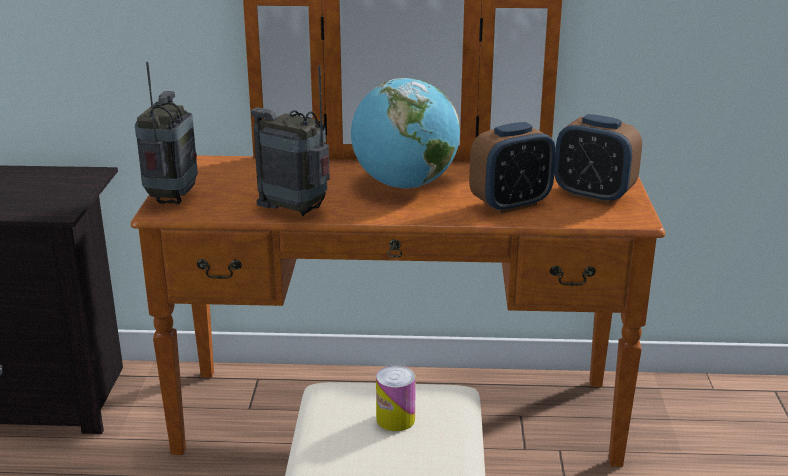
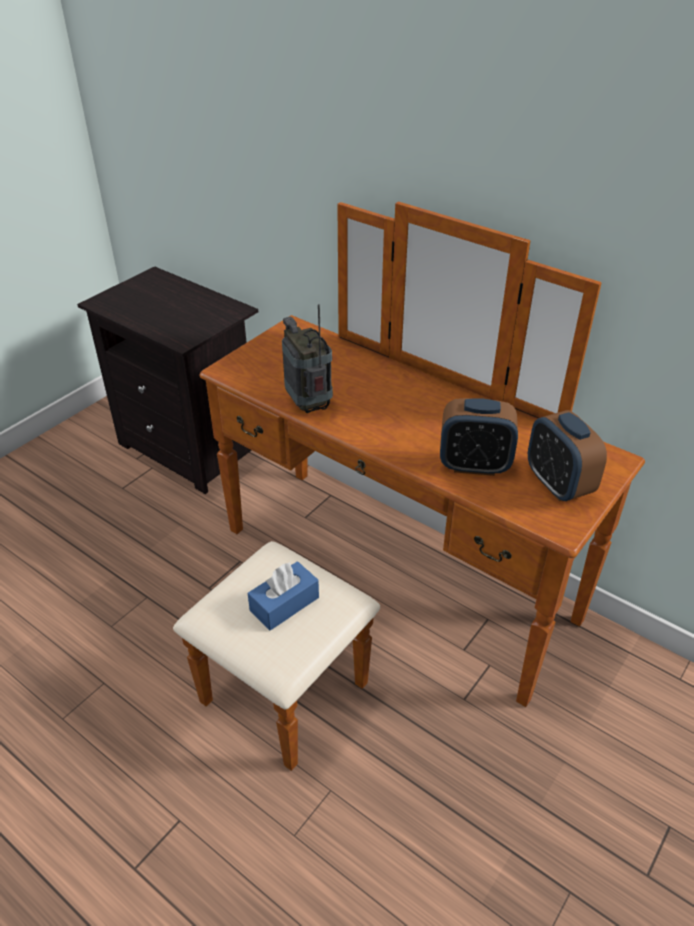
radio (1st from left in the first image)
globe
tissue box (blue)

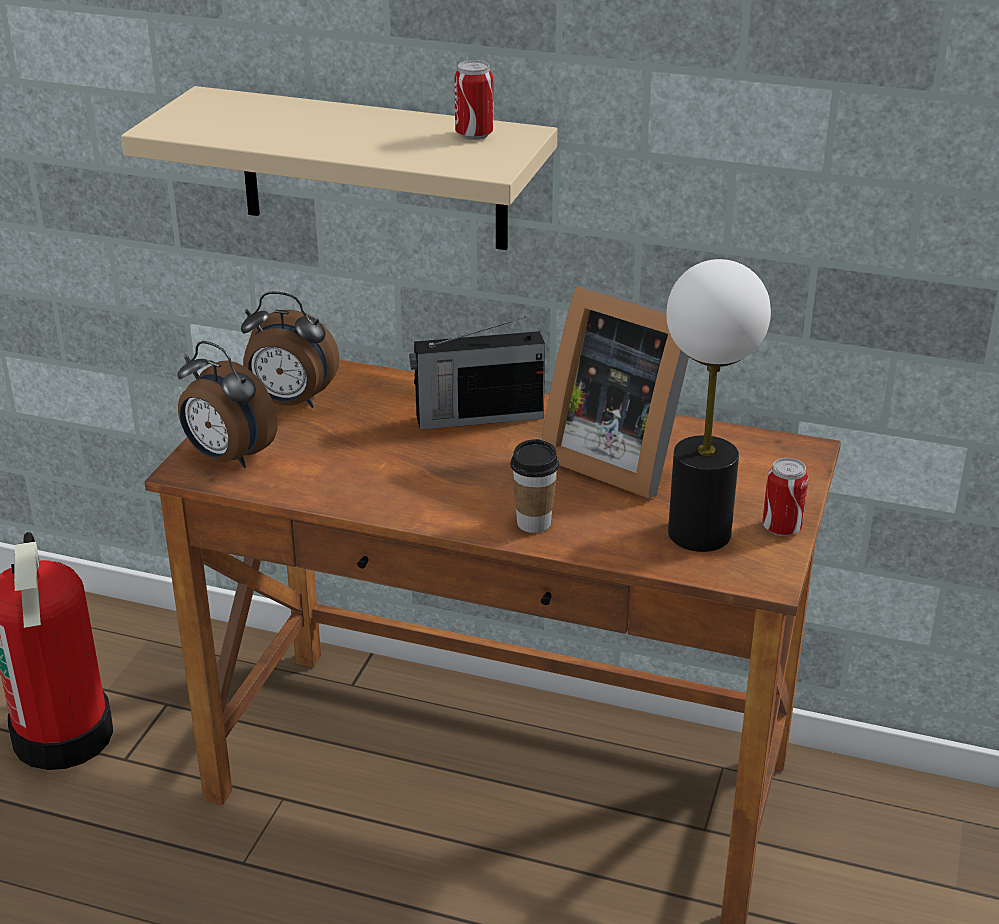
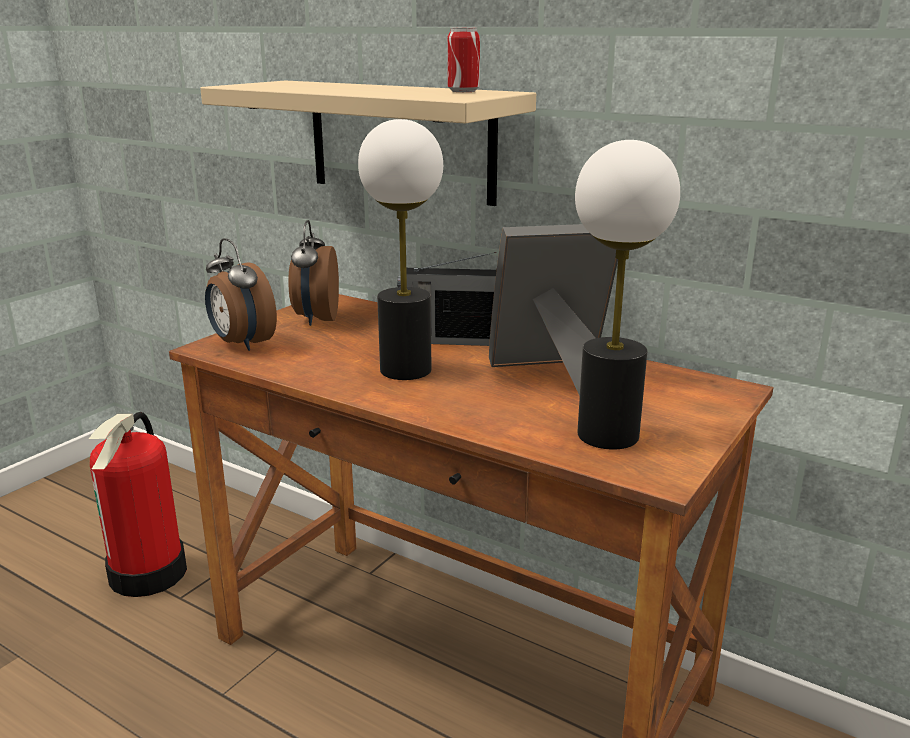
picture frame
alarm clock (2nd from left)
cup
can (2nd from left in the first image)
table lamp (1st from left)

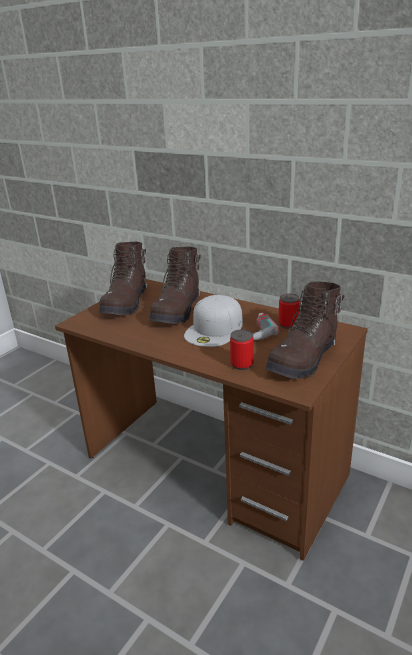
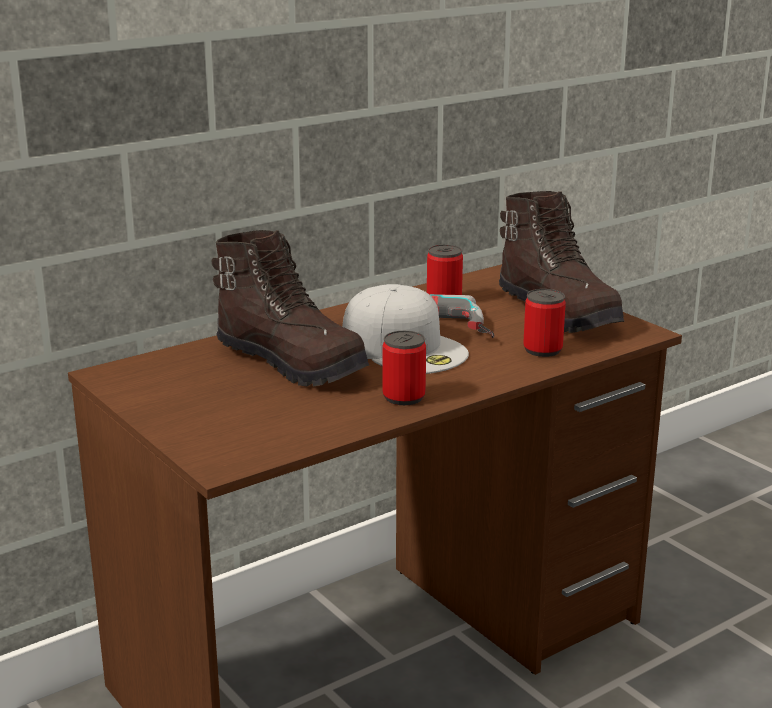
boot (brown) (1st from left in the first image)
can (1st from left)

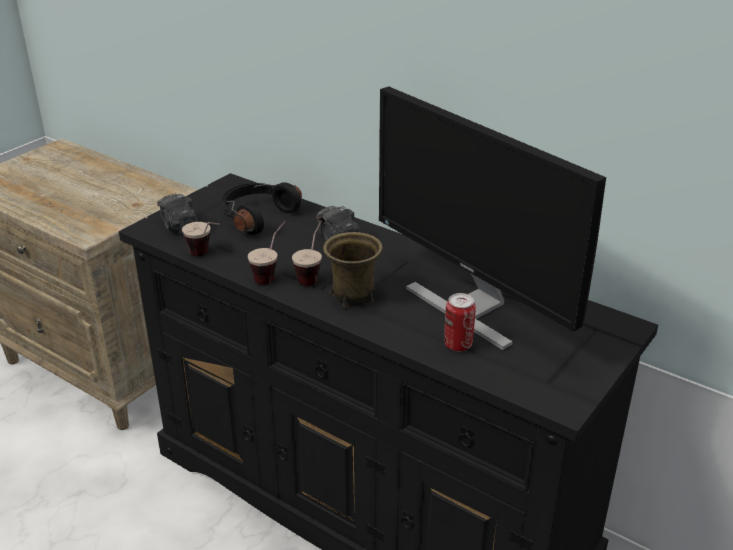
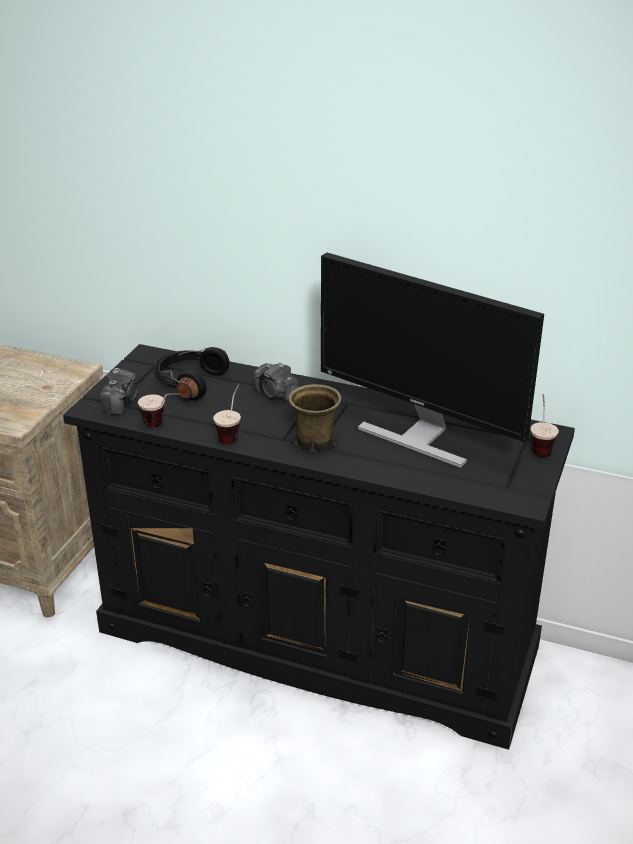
photo camera (1st from left)
cup (3rd from left)
can

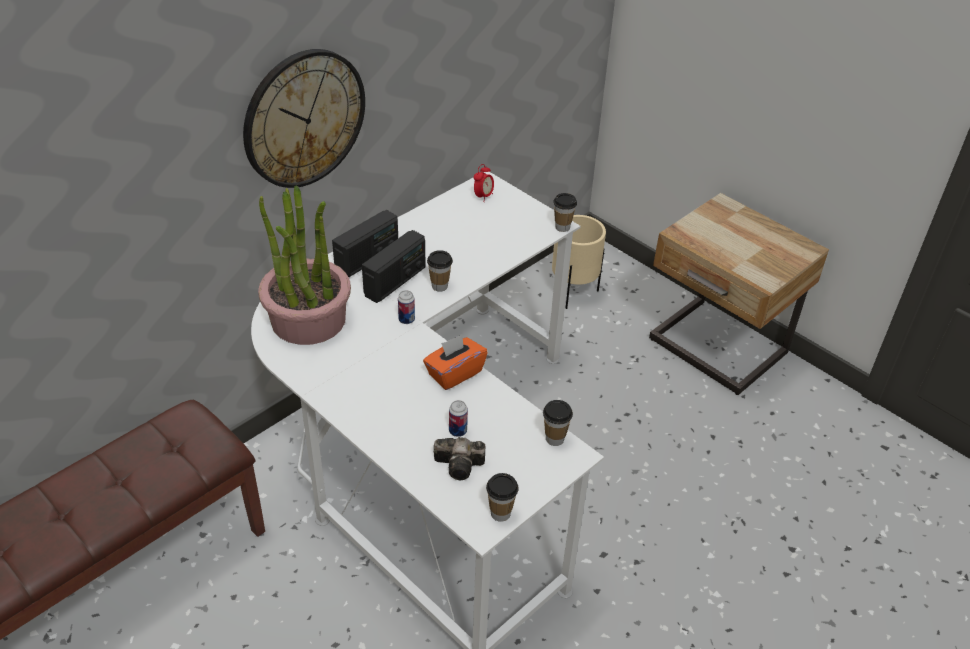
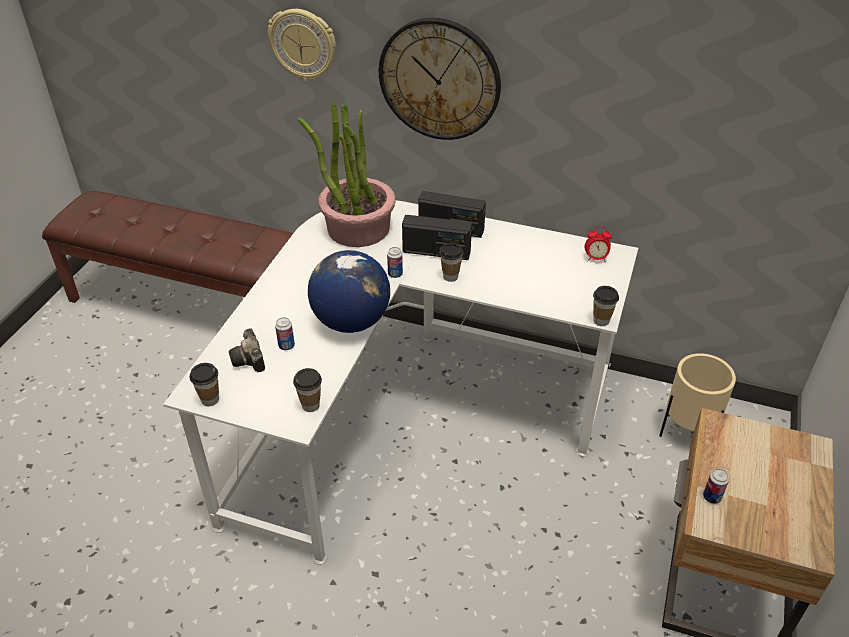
globe
wall clock (1st from left)
can (3rd from left)

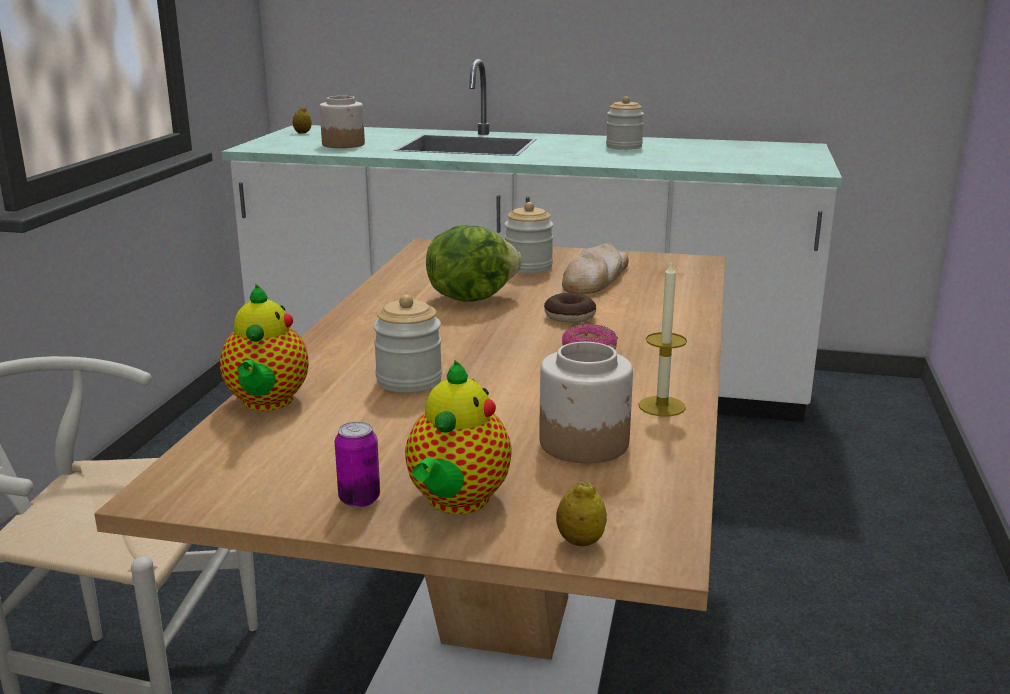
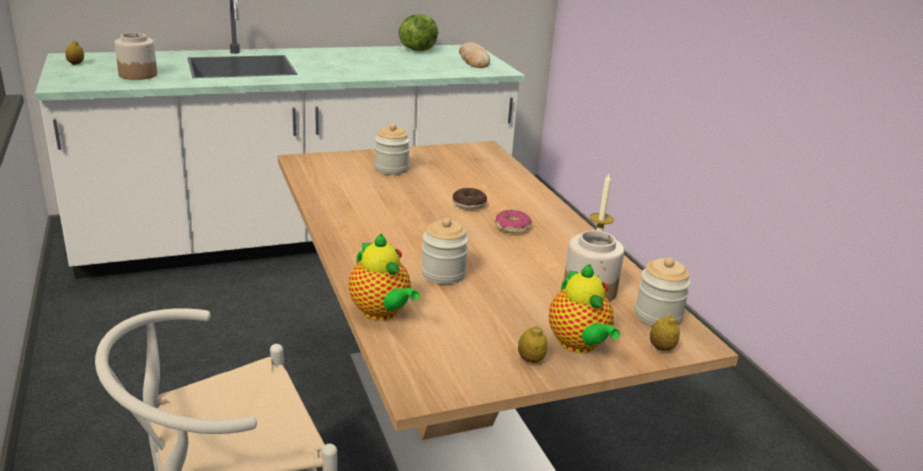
jar (5th from left)
lettuce
bread
lemon (2nd from left)

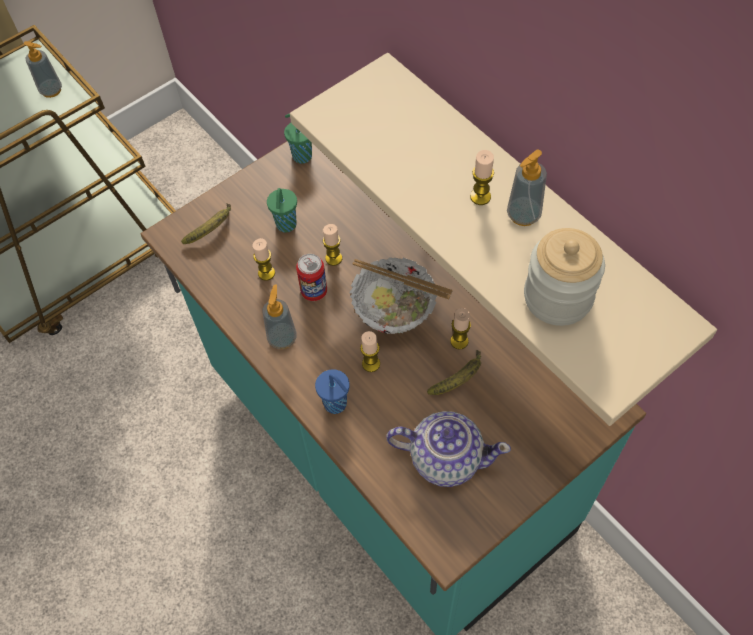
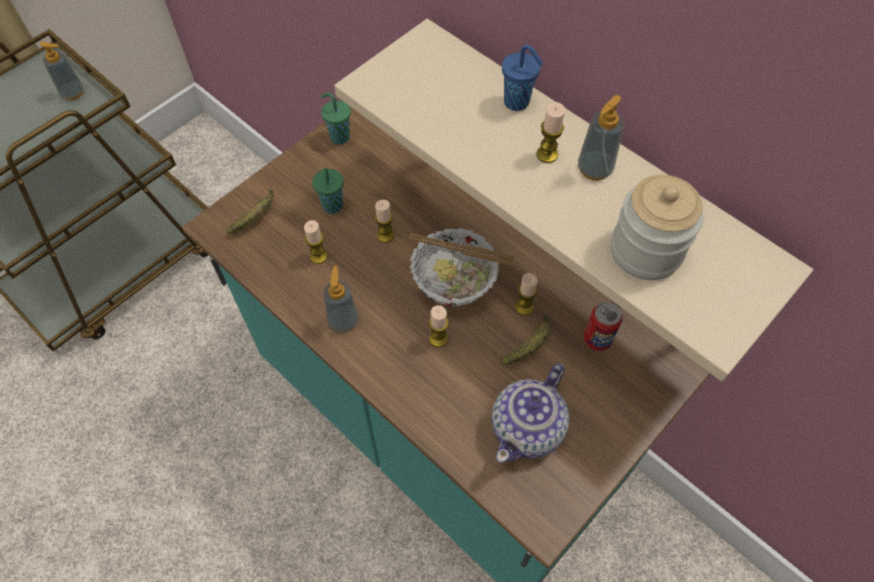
can
cup (blue)
teapot

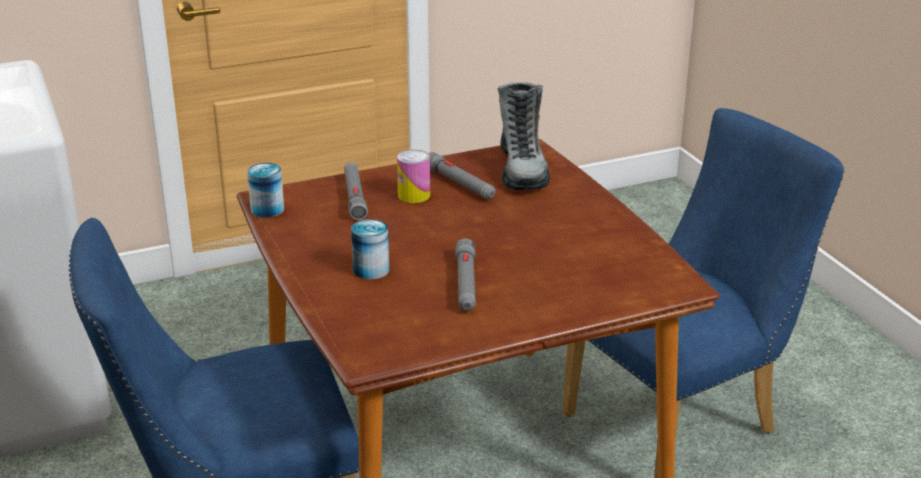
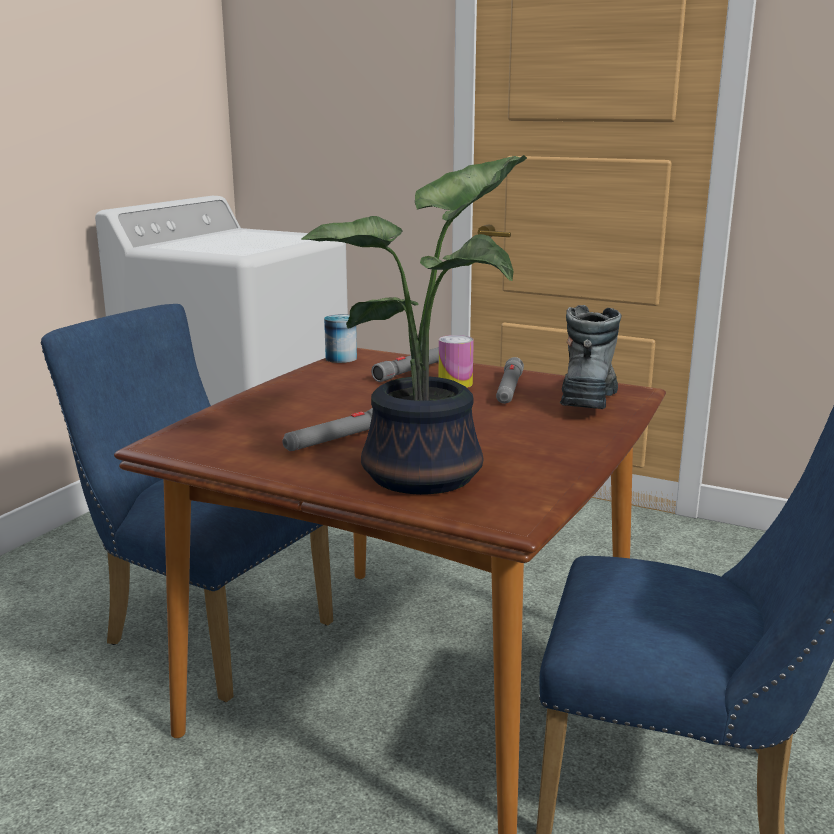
boot
can (2nd from left in the first image)
potted plant

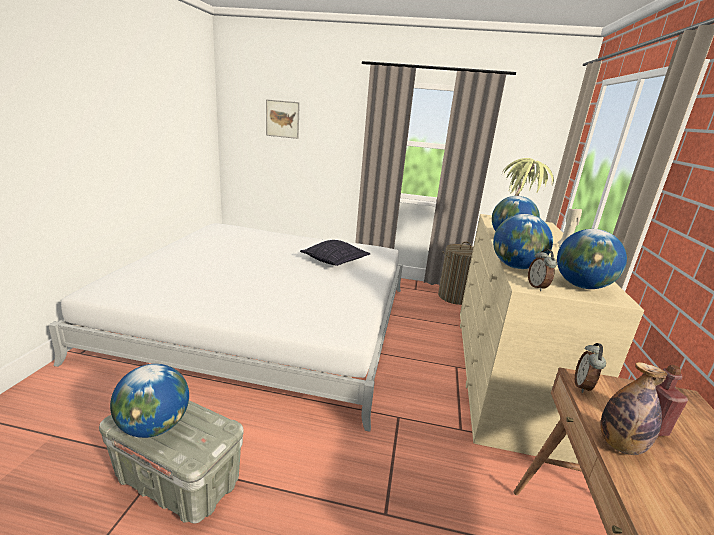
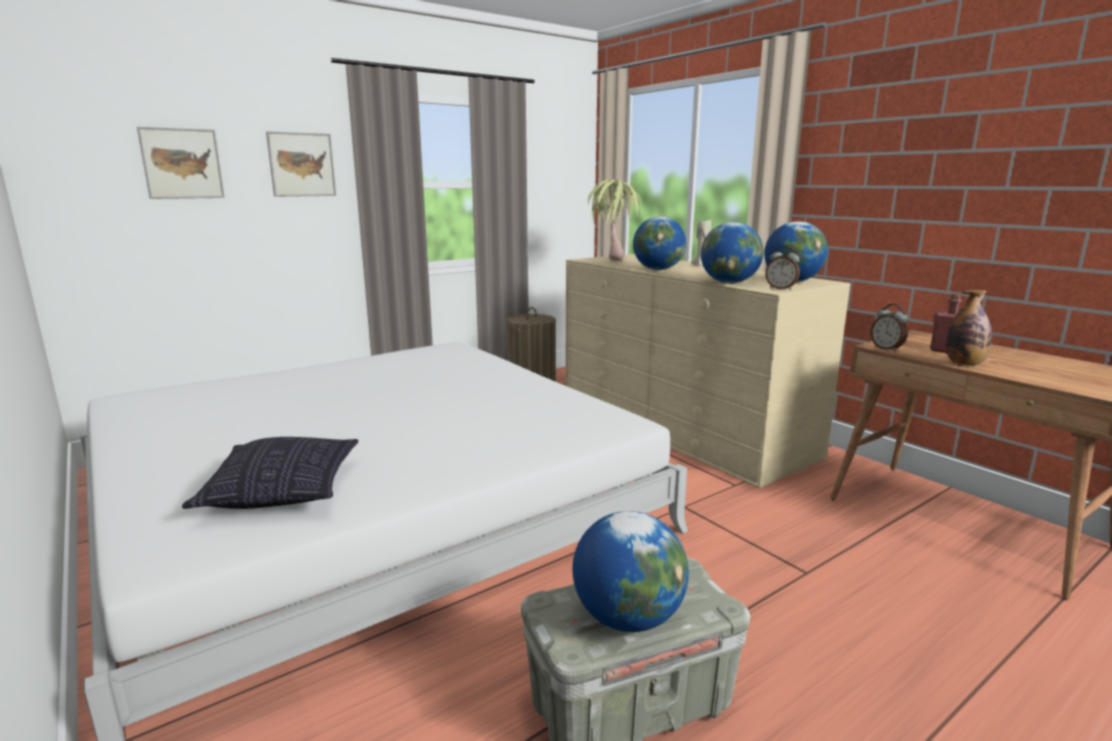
pillow
picture (2nd from left)

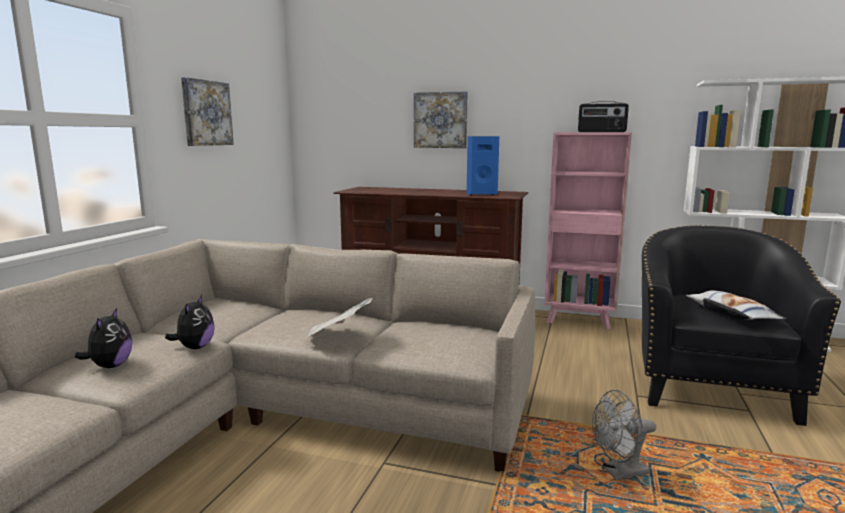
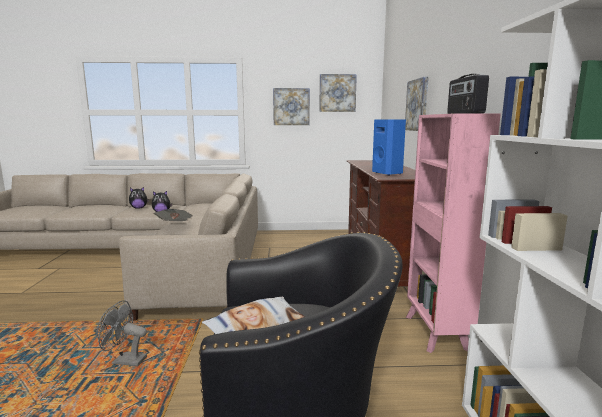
fan (grey)
picture (2nd from left)

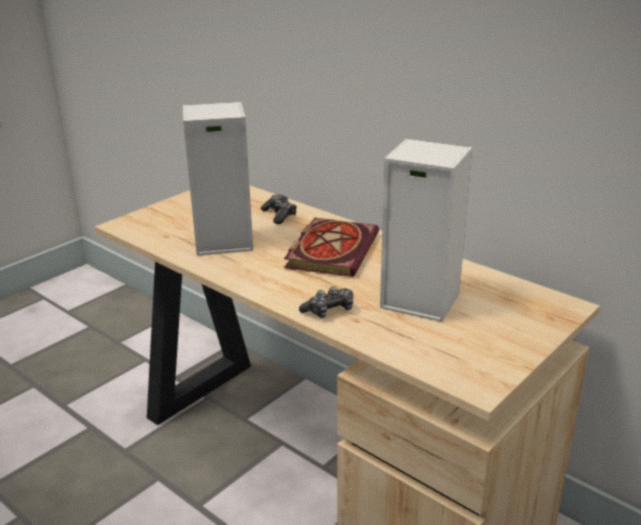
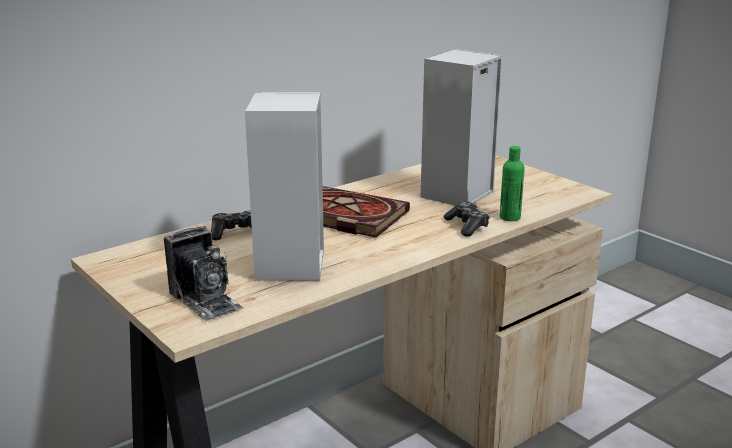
bottle (green)
photo camera

